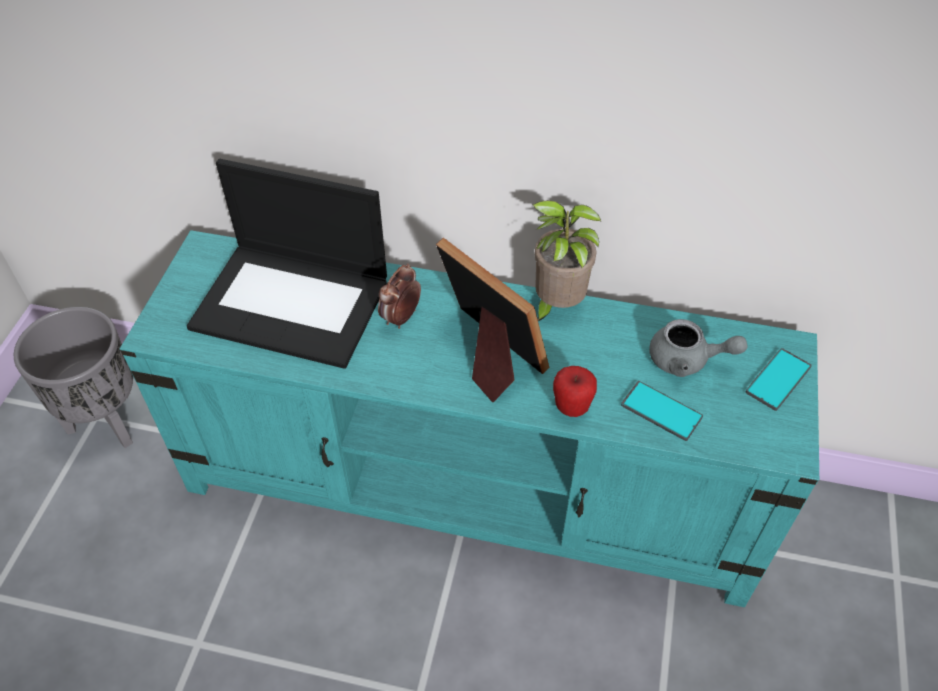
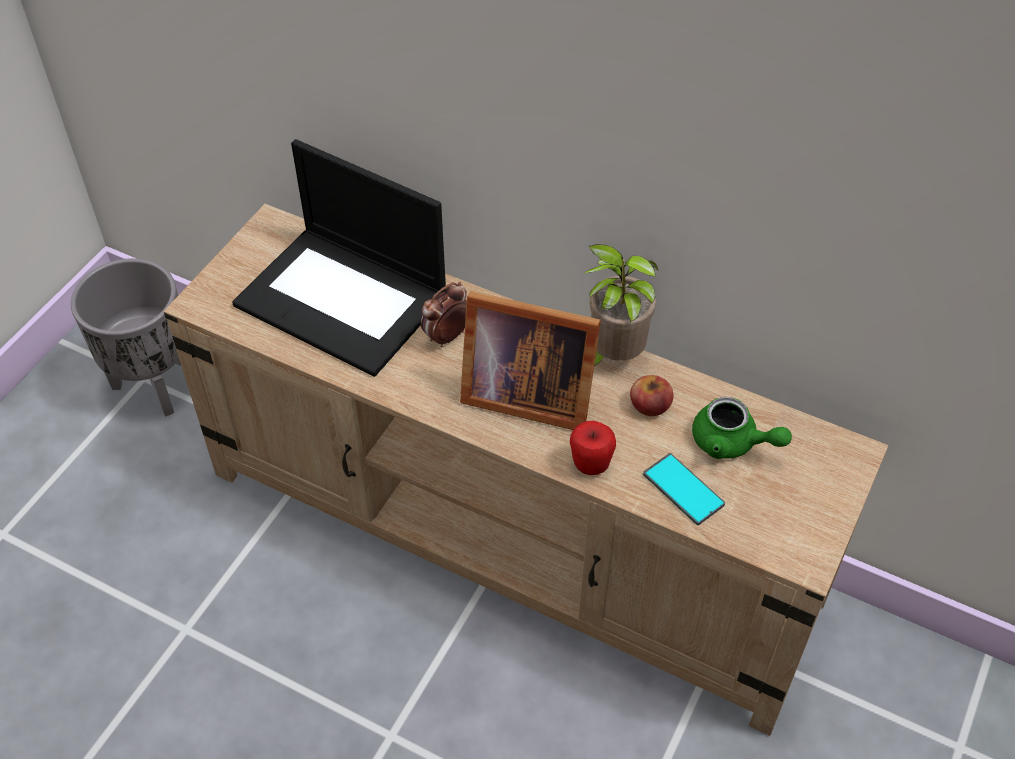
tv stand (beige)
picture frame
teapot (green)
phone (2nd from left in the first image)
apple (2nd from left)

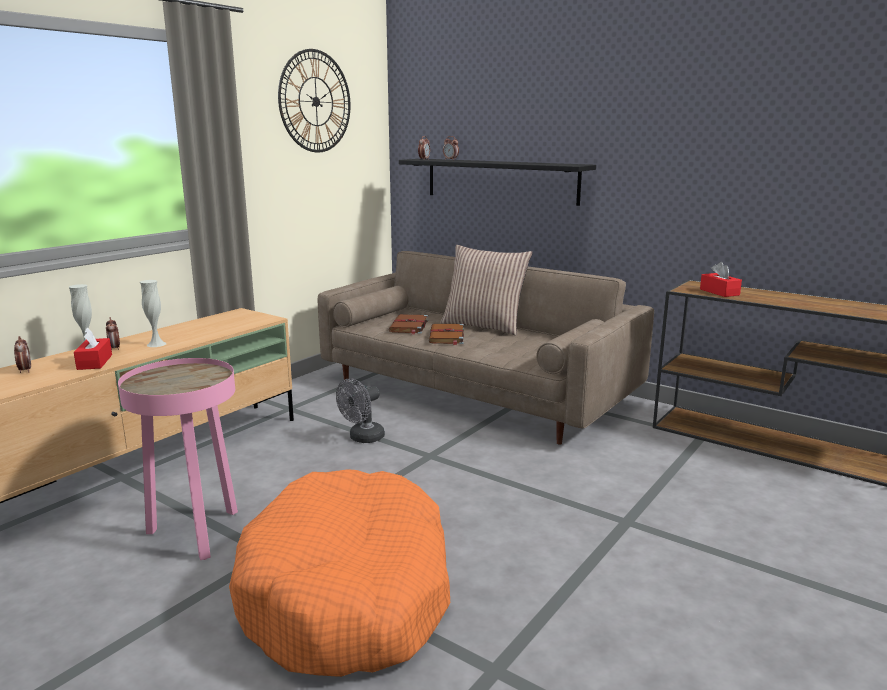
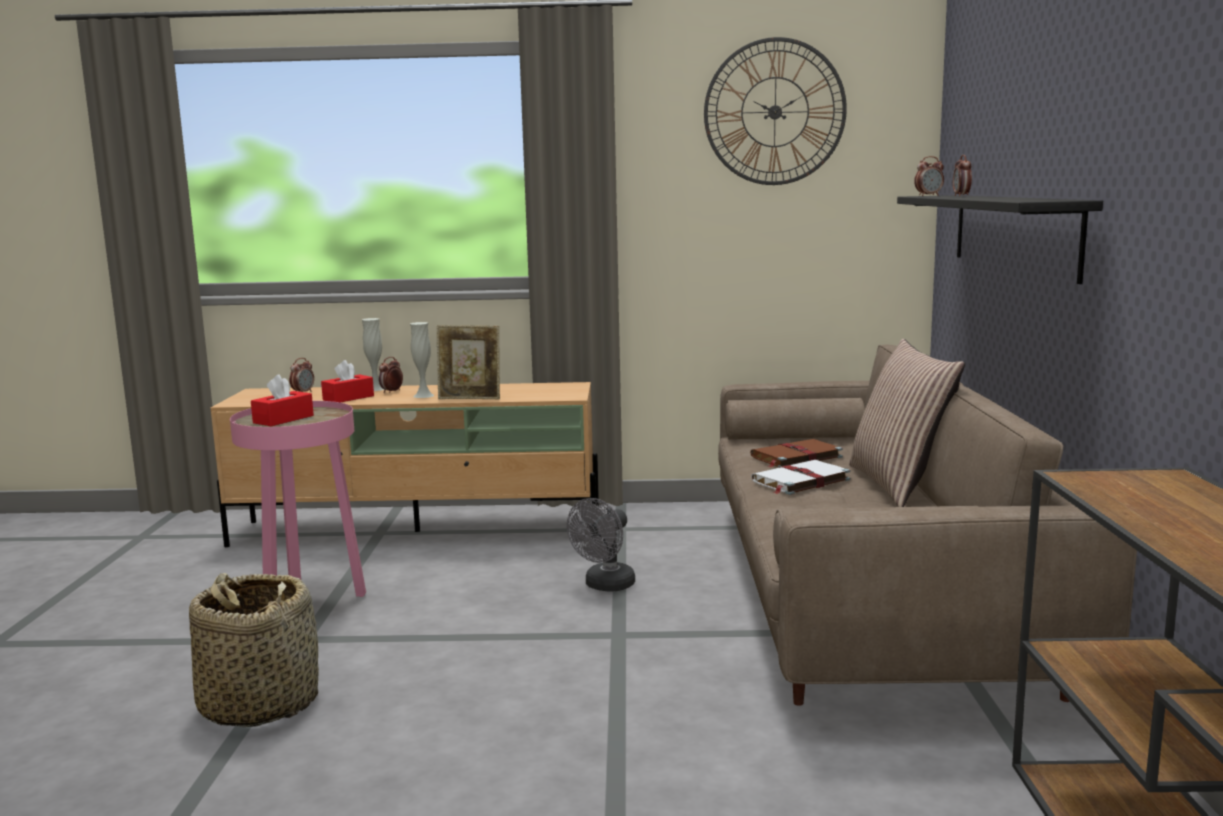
tissue box (red) (1st from left)
book (white)
fan (grey)
basket
picture frame

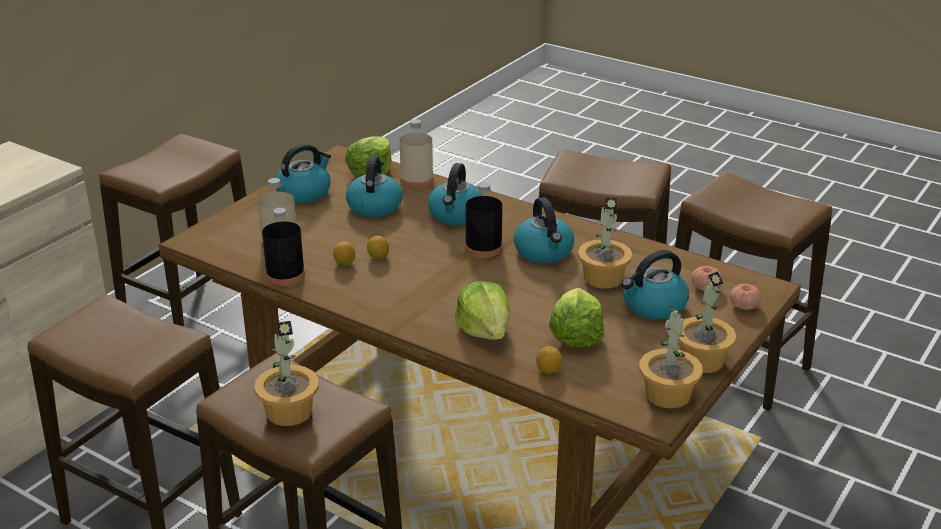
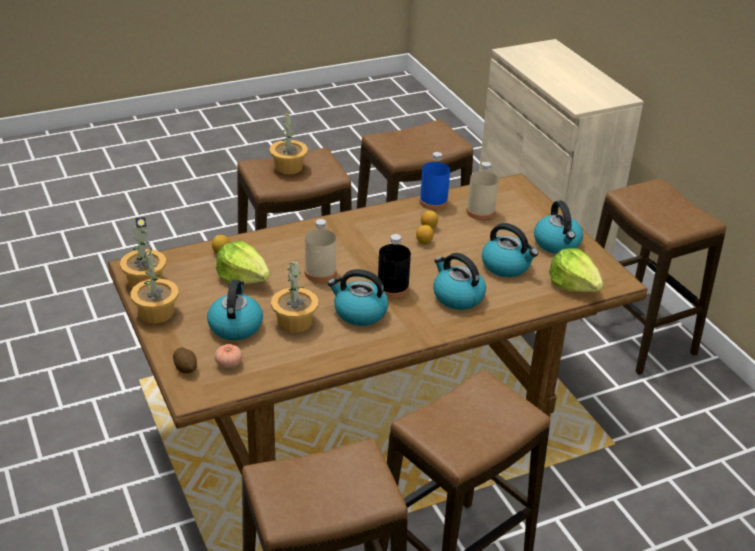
bottle (beige) (1st from left)
bottle (blue)
lettuce (2nd from left in the first image)
potato

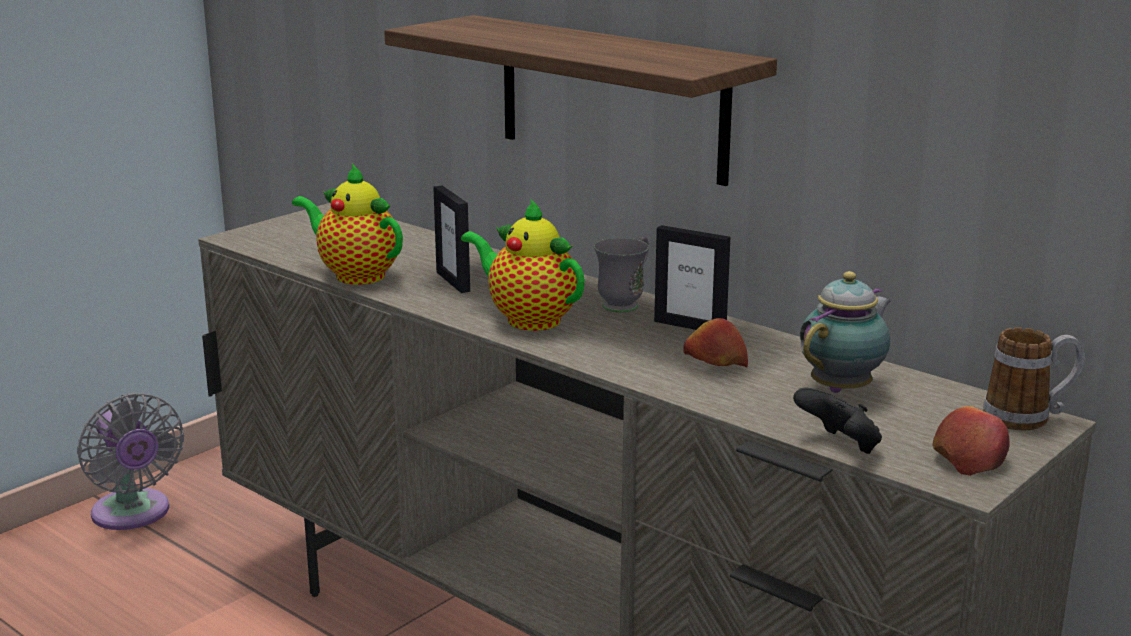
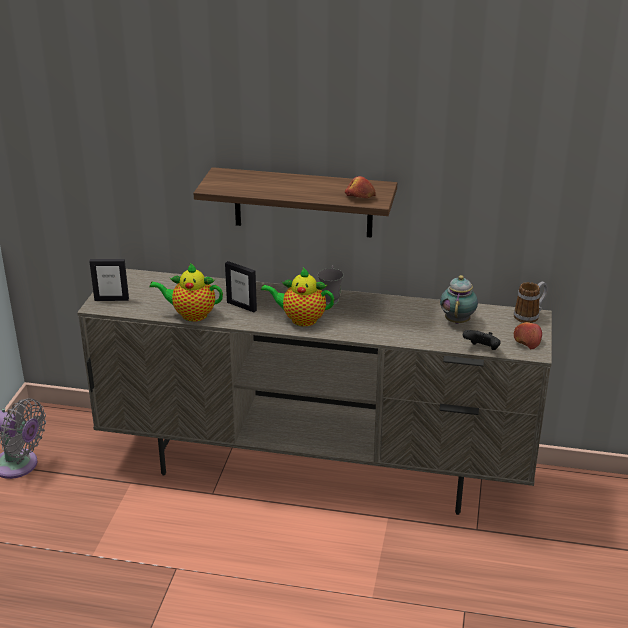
picture frame (1st from left)
apple (1st from left)

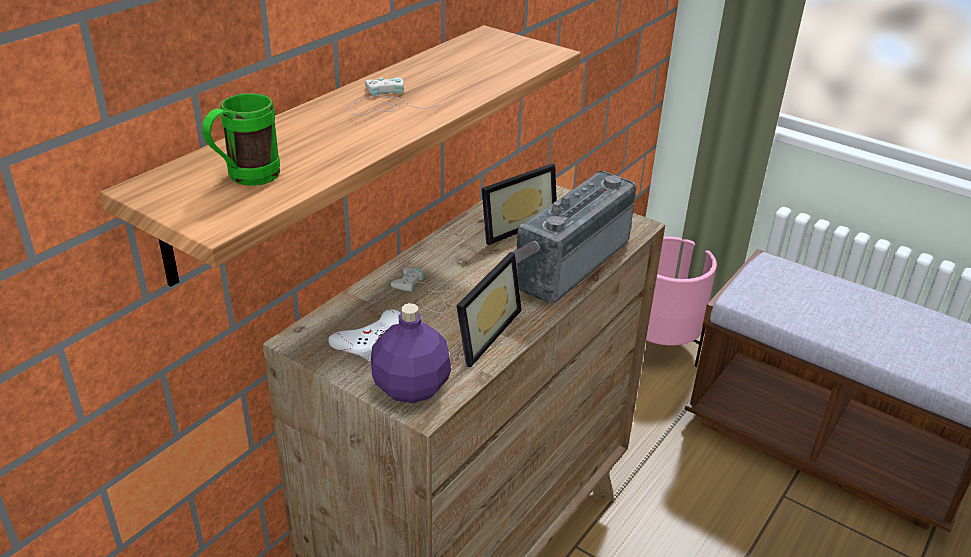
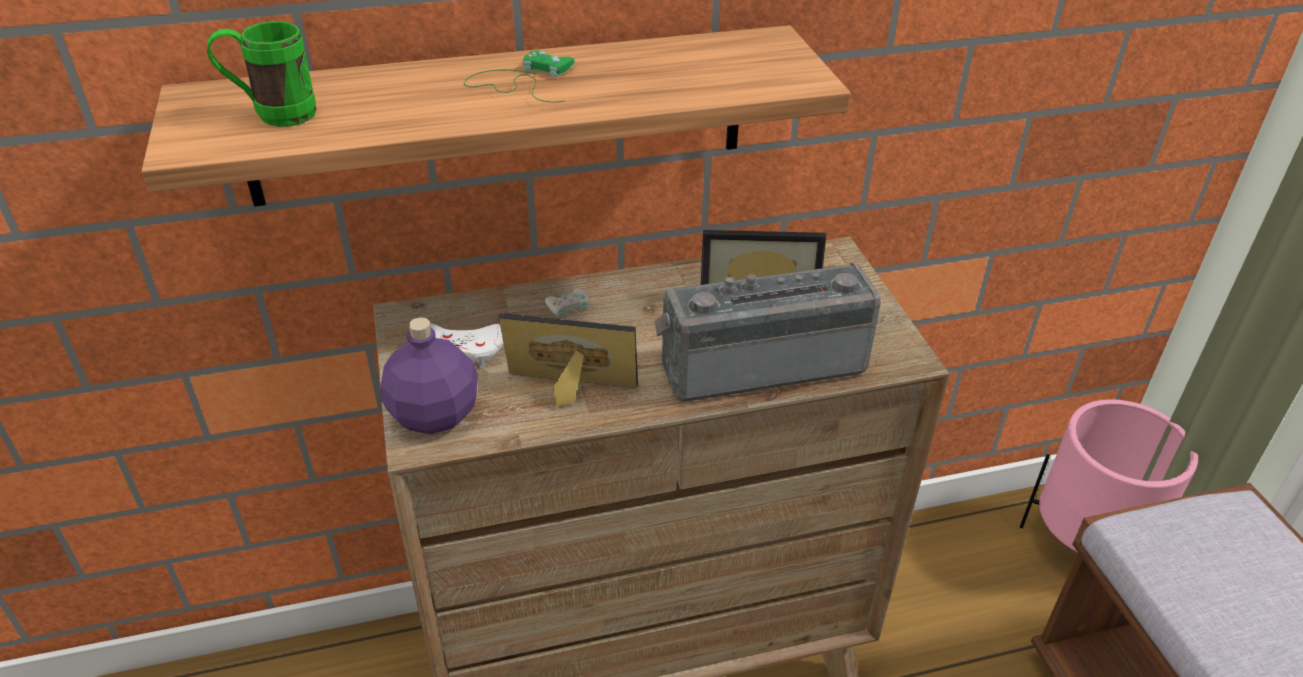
game controller (green)
picture frame (1st from left)

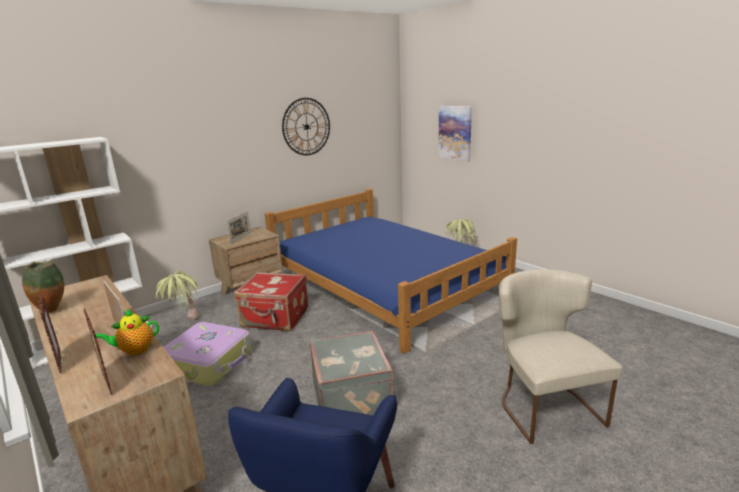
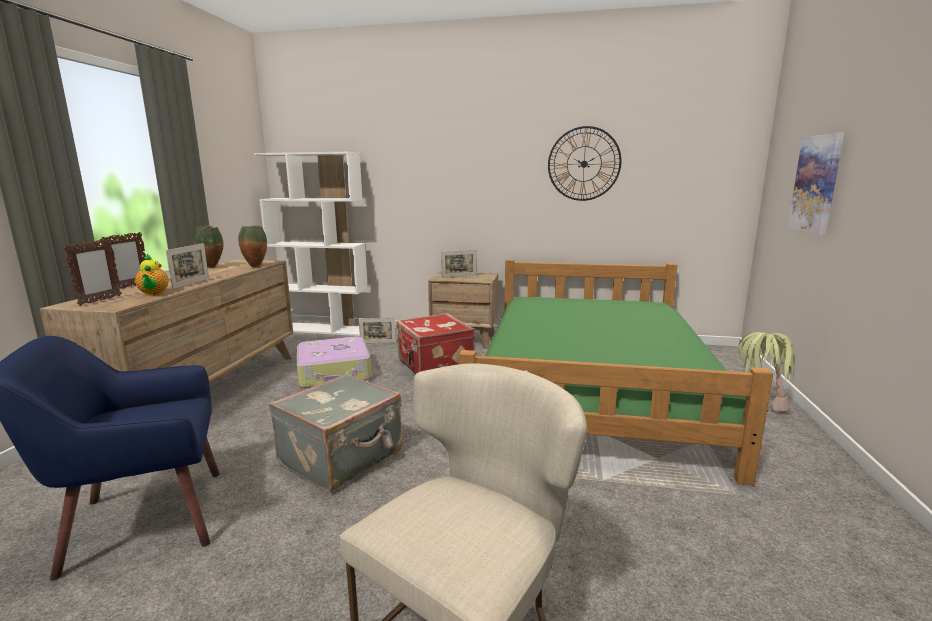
bed (green)
picture frame (4th from left)
teapot
vase (2nd from left)

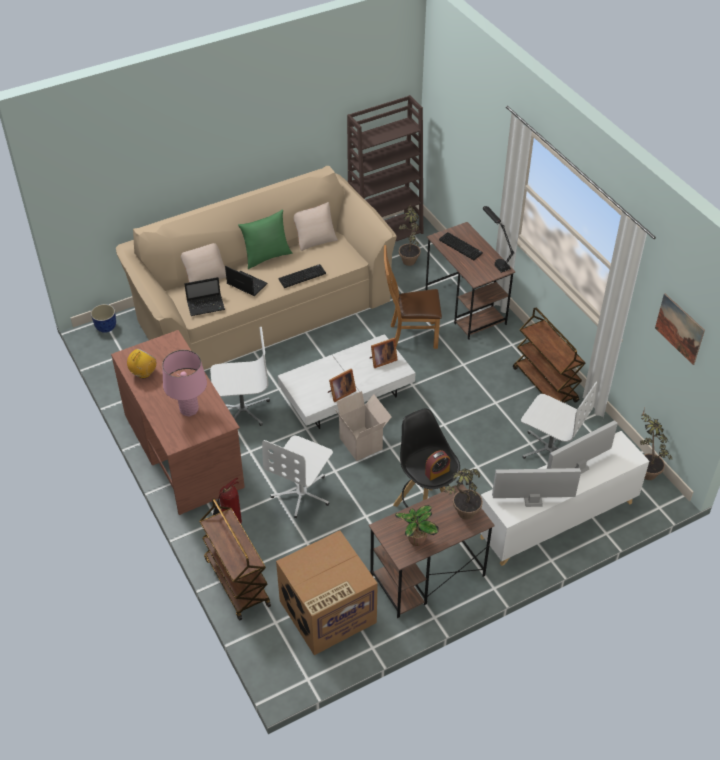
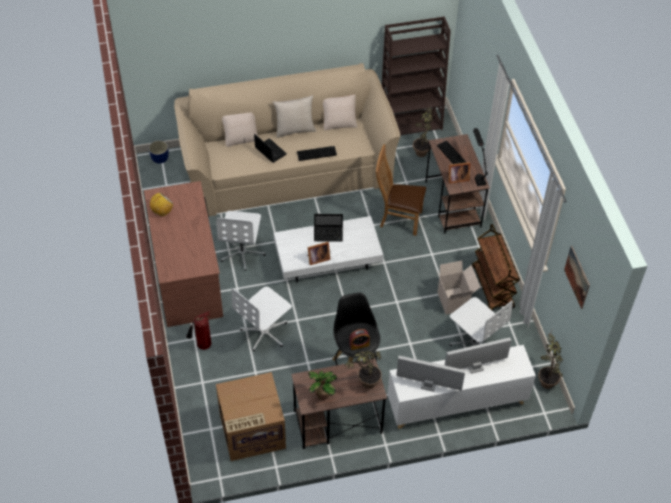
pillow (beige) (2nd from left)
laptop (2nd from left)
office chair (white) (1st from left)
picture frame (2nd from left)
table lamp (pink)
cardboard box (2nd from left)
cart (brown) (1st from left in the first image)

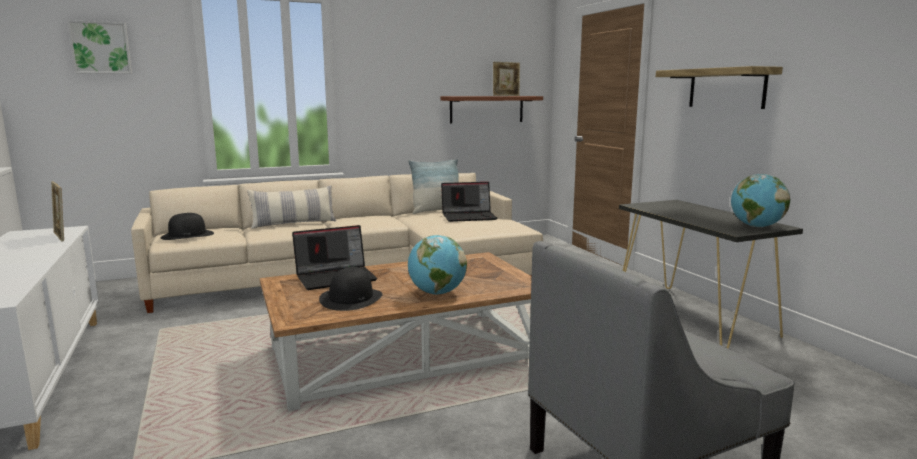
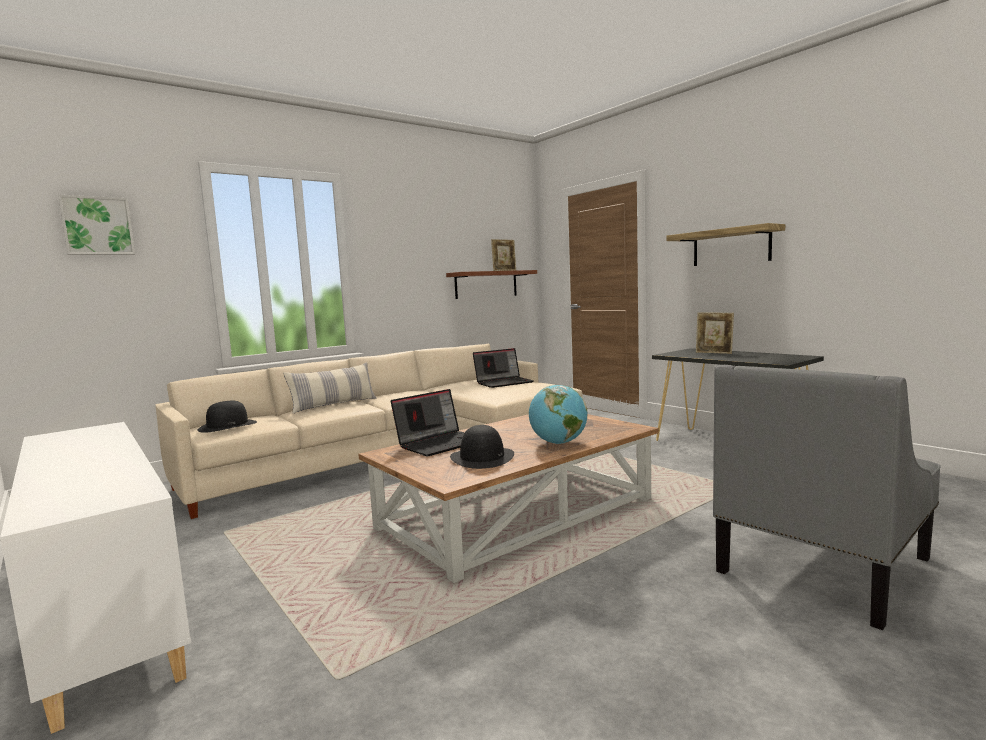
pillow (2nd from left in the first image)
globe (2nd from left in the first image)
picture frame (2nd from left)

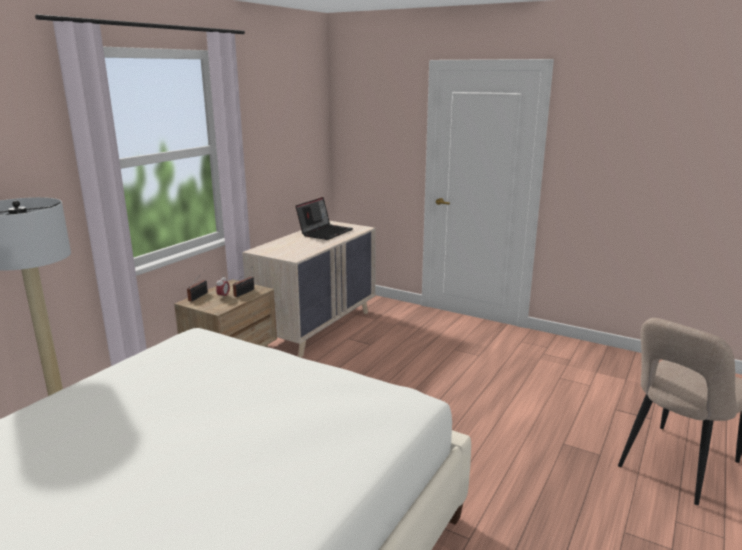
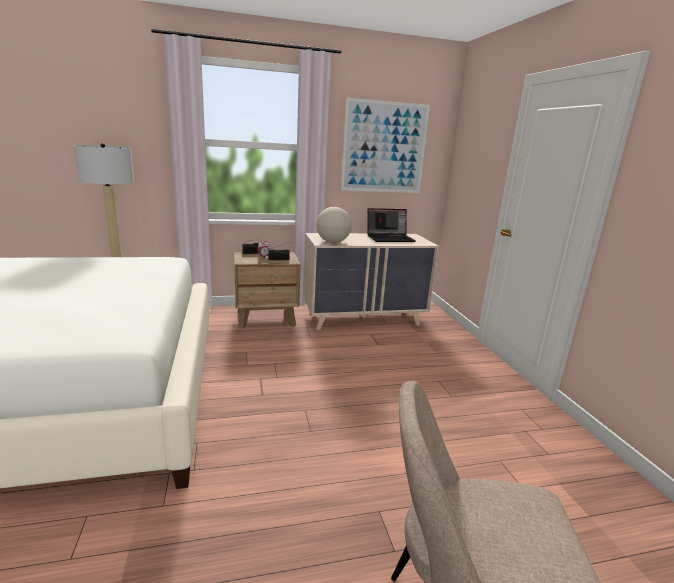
picture
globe

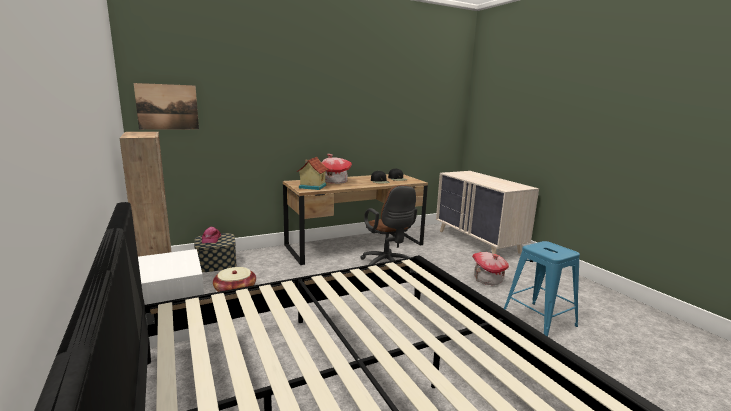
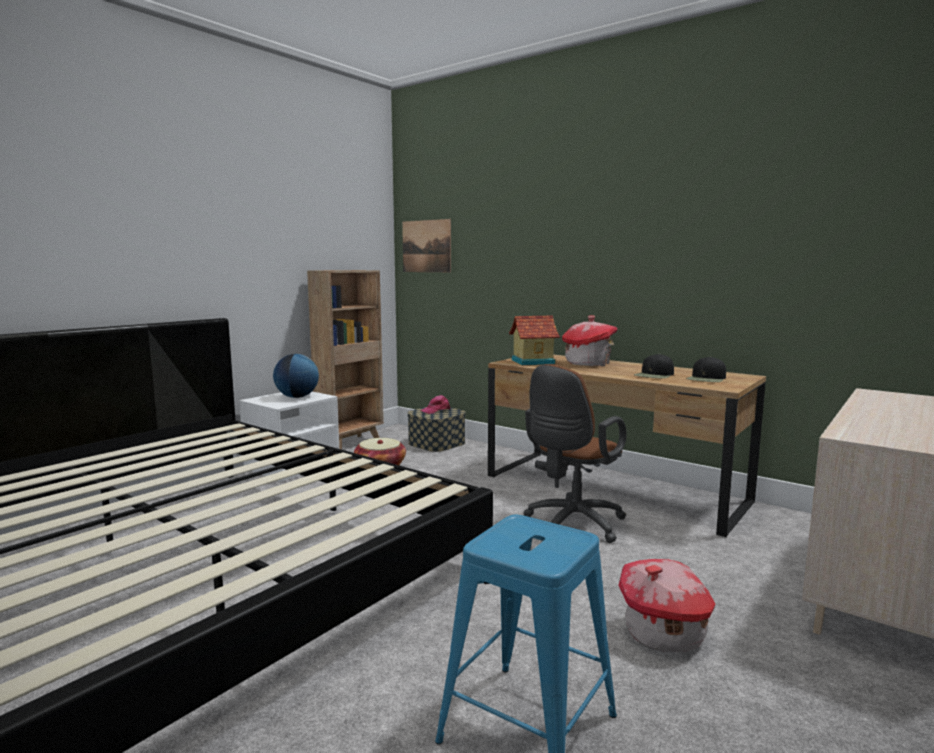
globe

